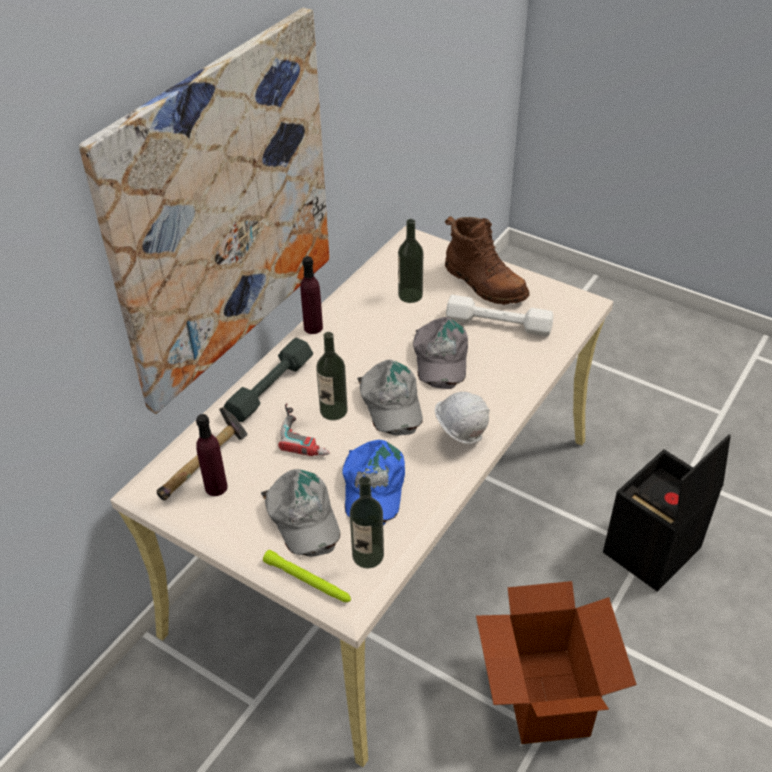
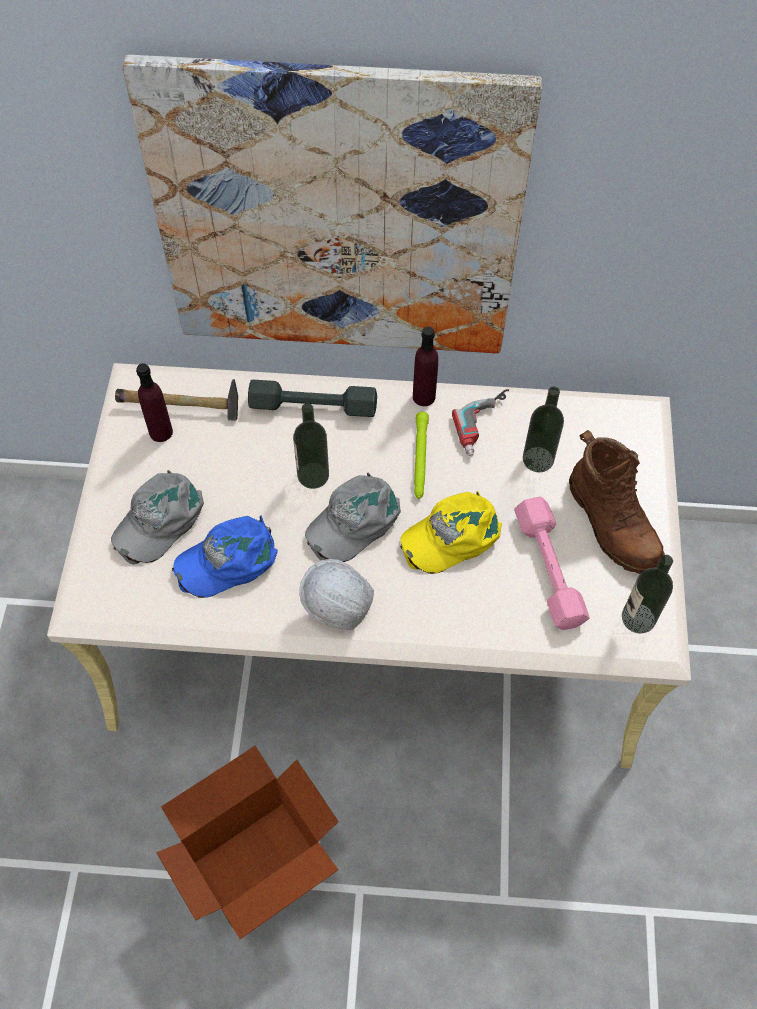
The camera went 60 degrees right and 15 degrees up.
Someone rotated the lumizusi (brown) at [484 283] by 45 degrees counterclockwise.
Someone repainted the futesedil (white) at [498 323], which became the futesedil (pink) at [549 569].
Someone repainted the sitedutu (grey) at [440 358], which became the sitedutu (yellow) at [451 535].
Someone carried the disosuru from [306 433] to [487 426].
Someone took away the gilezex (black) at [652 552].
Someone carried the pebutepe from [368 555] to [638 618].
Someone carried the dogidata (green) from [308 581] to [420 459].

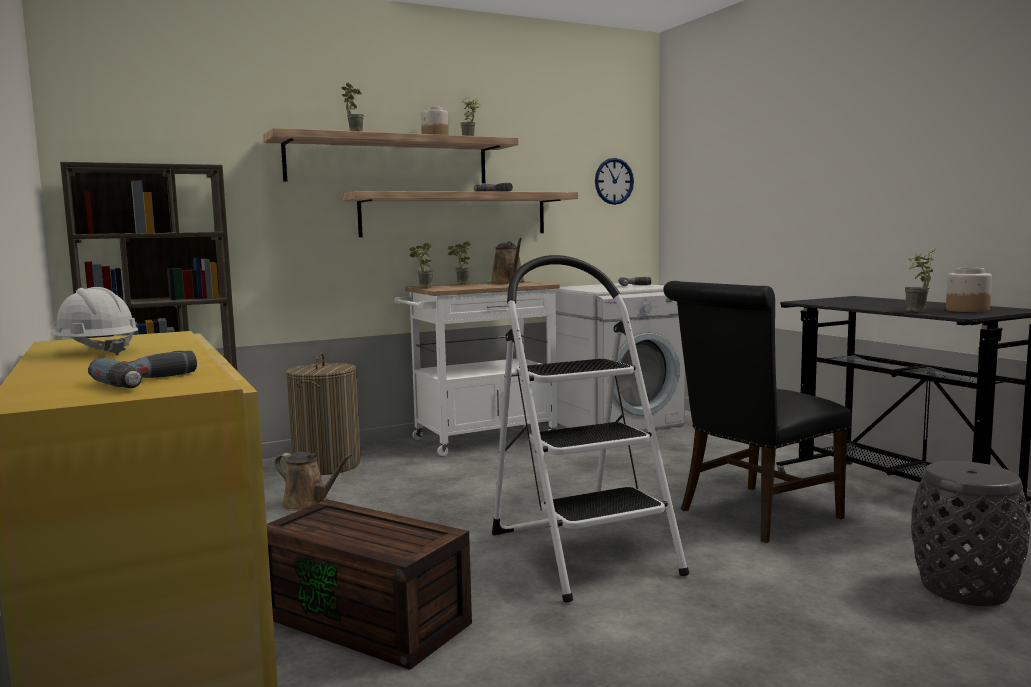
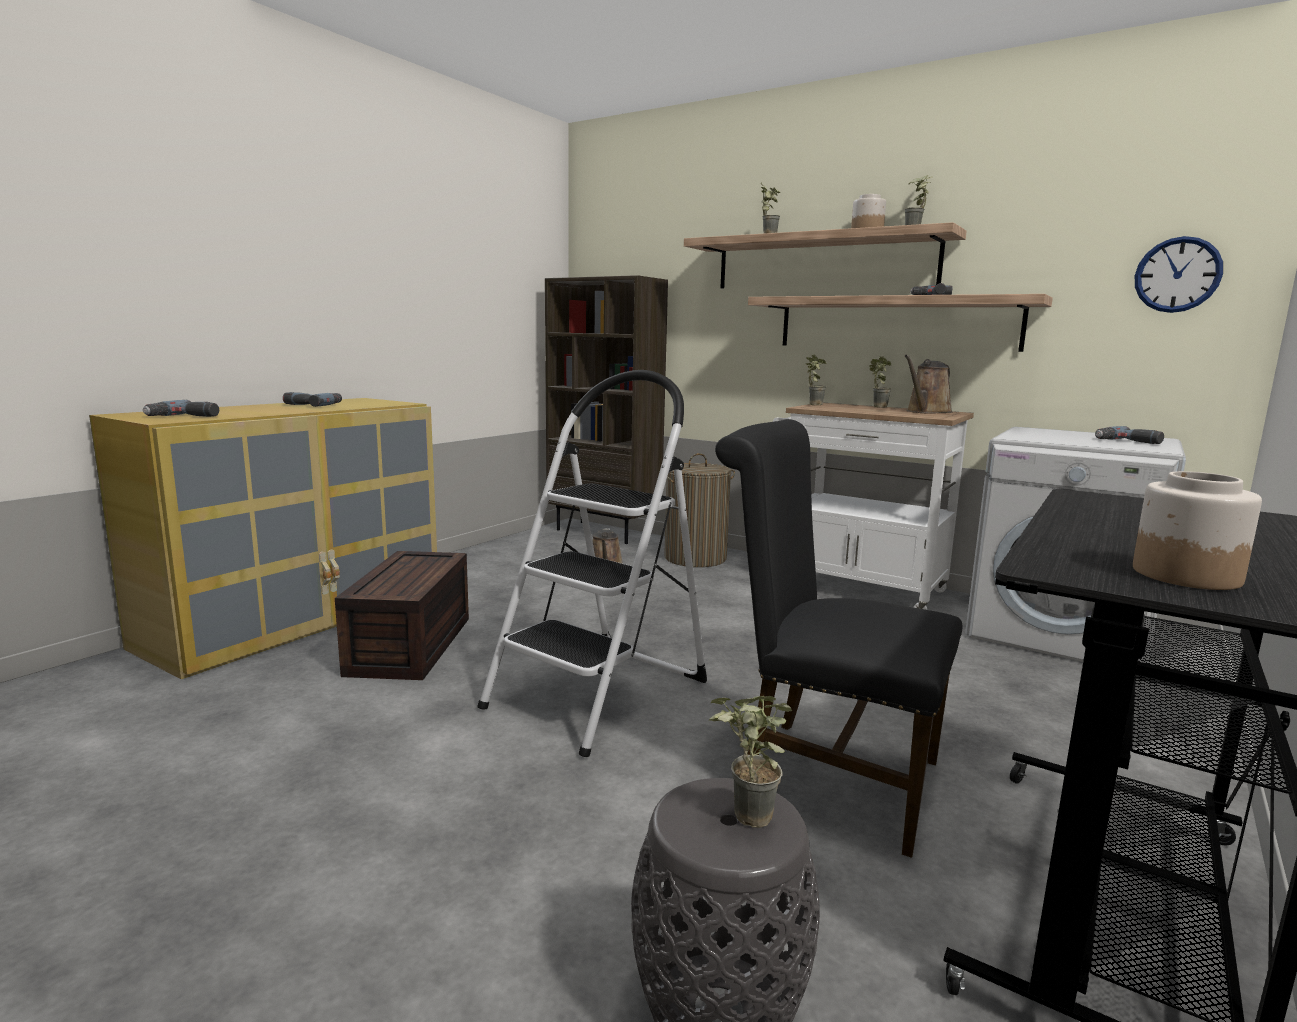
The camera went 60 degrees right and 5 degrees up.
Someone carried the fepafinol from [917 311] to [742 819].
Someone swapped the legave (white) at [96 352] for the disosuru at [312 404].

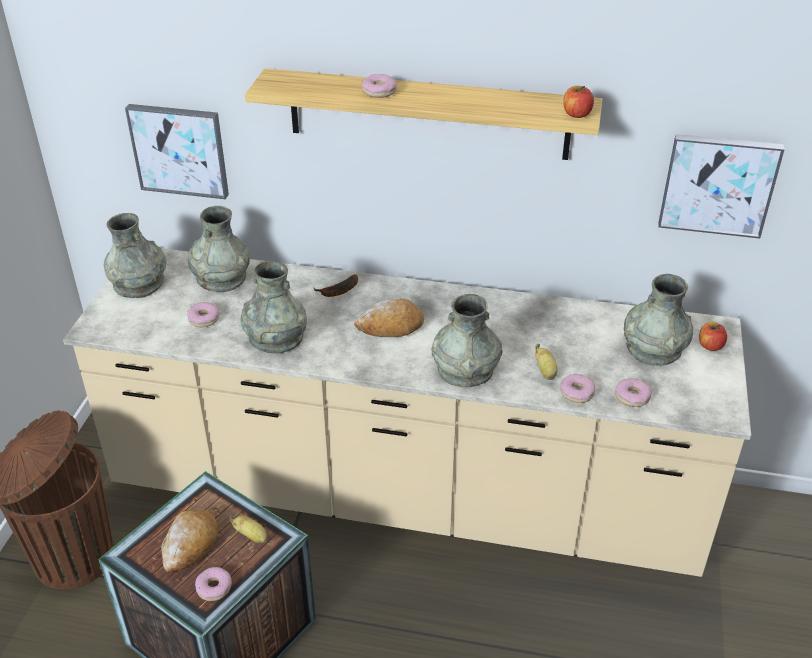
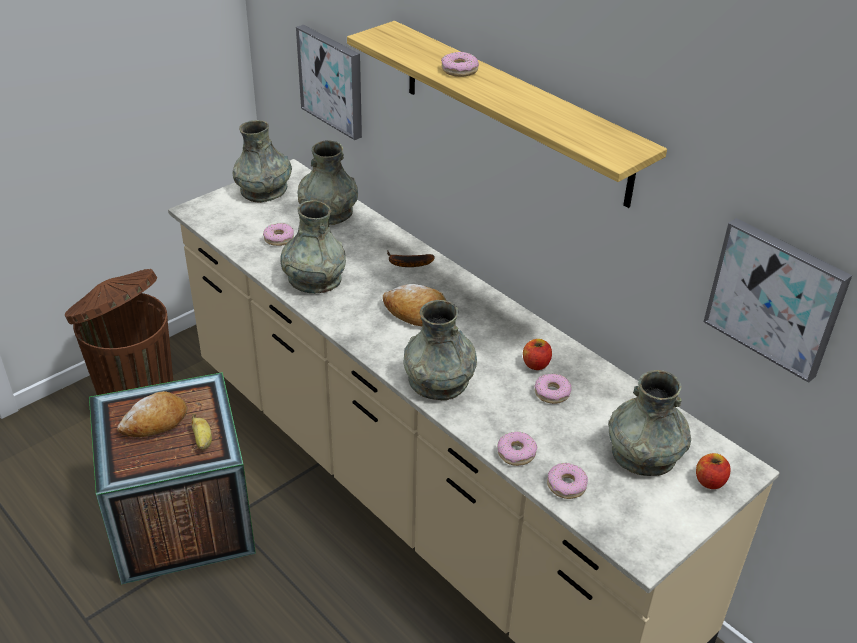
The camera went 35 degrees right and 0 degrees up.
Someone carried the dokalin from [576 114] to [536 364].
Someone took away the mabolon at [545 372].
Someone carried the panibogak from [213 587] to [552 393].

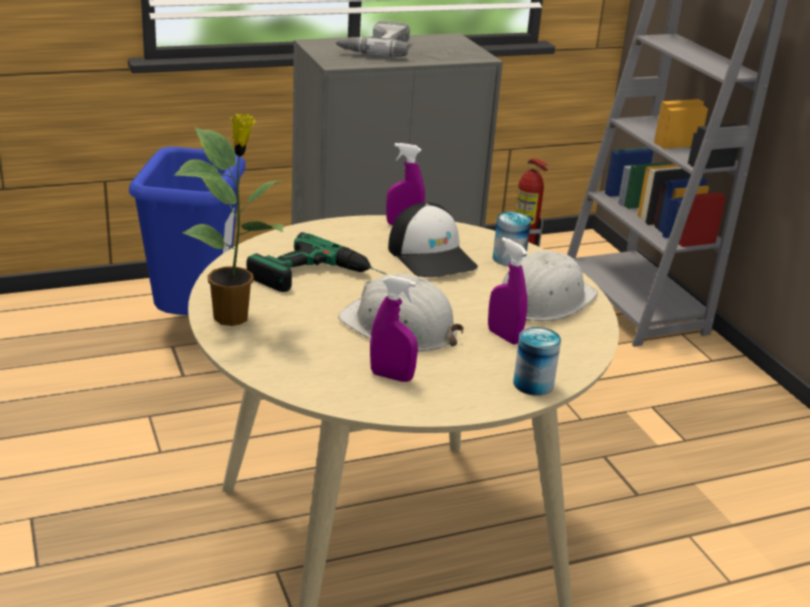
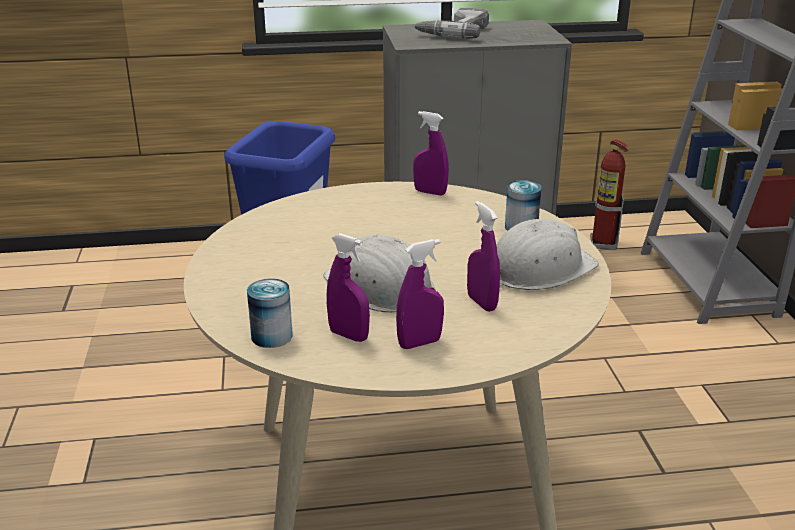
The camera went 15 degrees right and 0 degrees up.
Someone took away the fepafinol at [234 317].
Someone took away the sitedutu at [432 256].
Someone took away the disosuru at [319 278].
Someone carried the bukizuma from [533 384] to [271 336].
Someone put down the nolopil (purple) at [419 343].

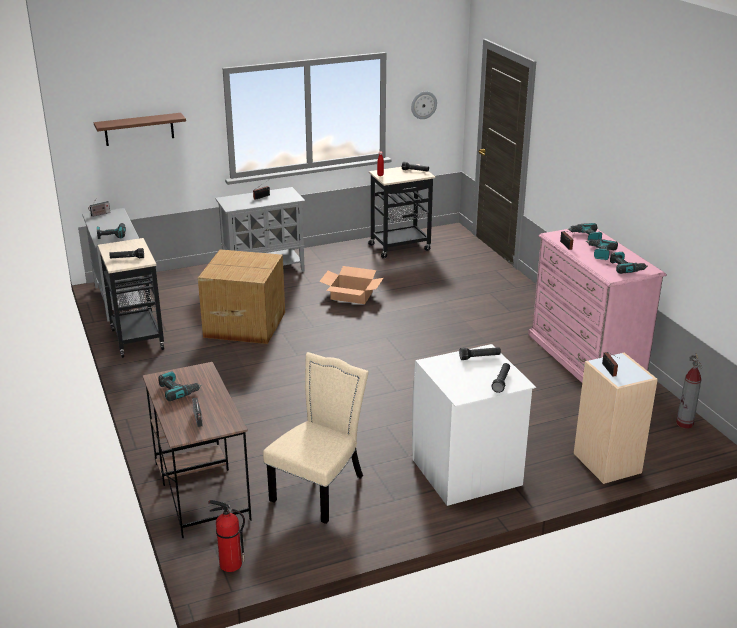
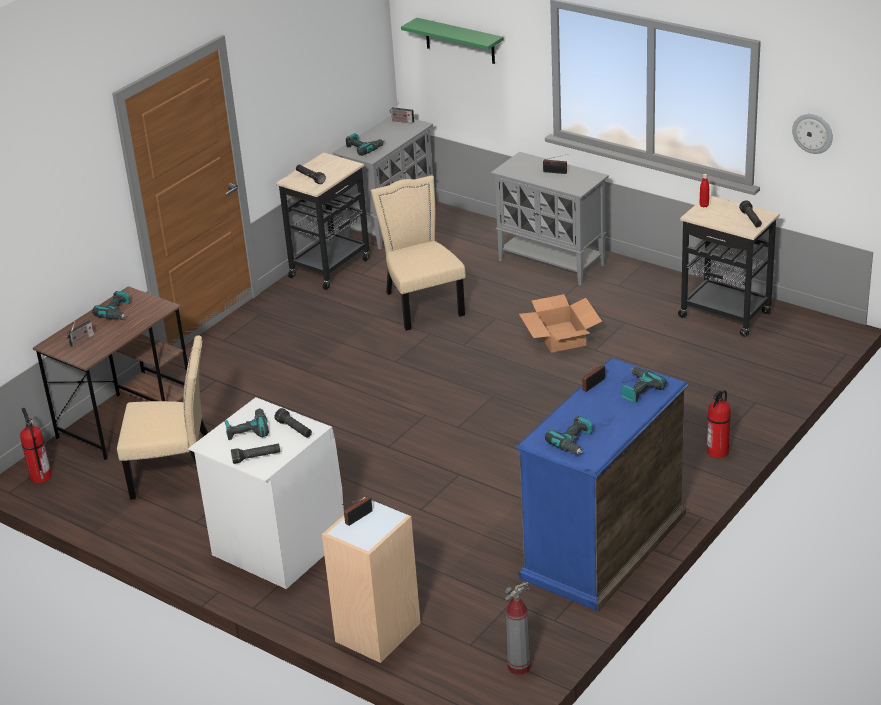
The camera went 60 degrees right and 5 degrees up.
Someone repainted the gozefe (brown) at [139 129], which became the gozefe (green) at [460 41].
Someone repainted the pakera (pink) at [587 357], which became the pakera (blue) at [603 546].
Someone carried the disosuru from [600 253] to [247 430].
Someone swapped the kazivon at [244 324] for the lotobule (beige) at [422 306].
Someone put down the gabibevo at [717 452].

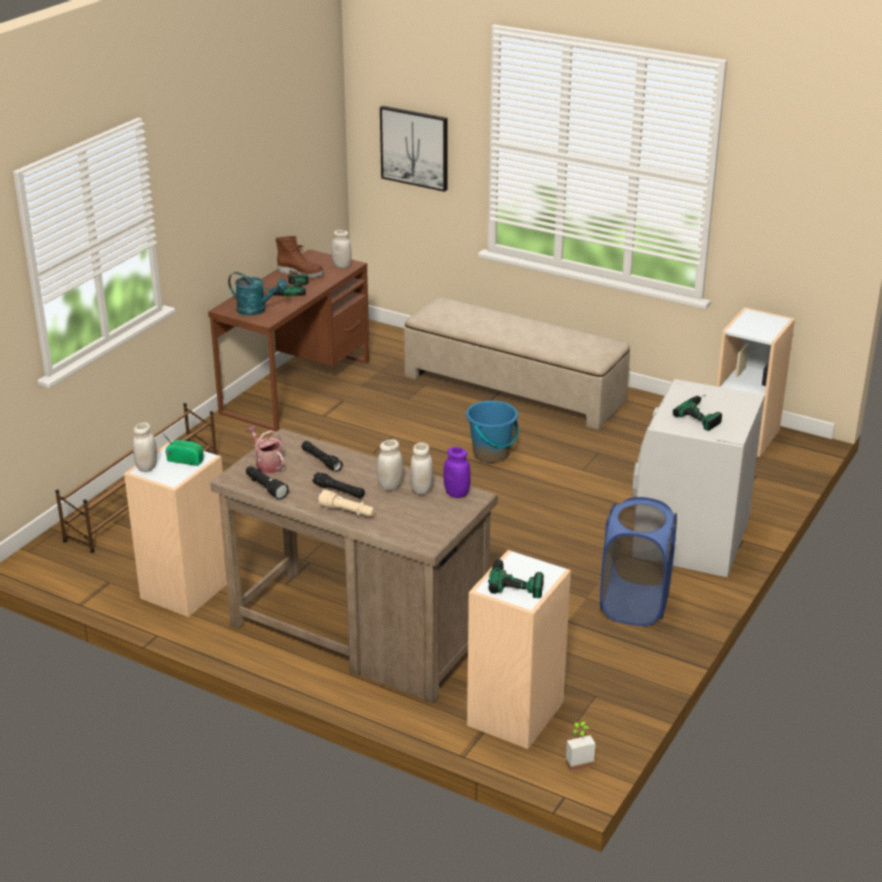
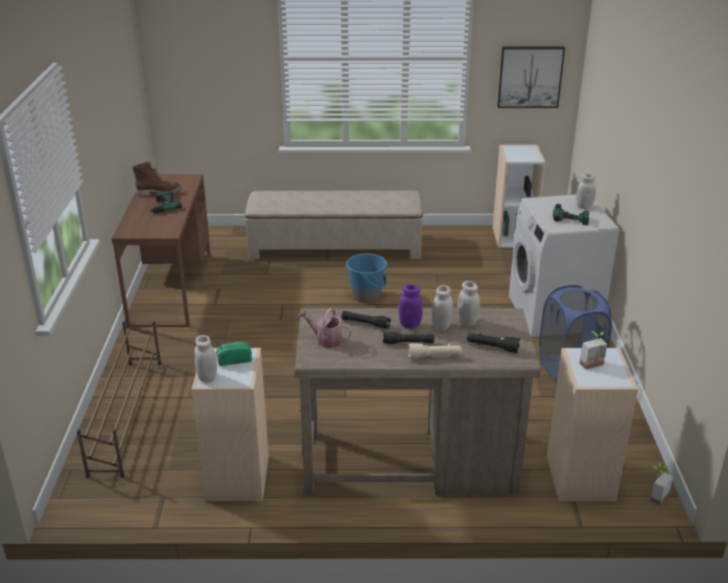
The camera went 30 degrees left and 0 degrees up.
Someone carried the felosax from [415 147] to [530 77].
Someone carried the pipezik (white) from [342 265] to [584 206].
Someone took away the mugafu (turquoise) at [256 310].
Someone carried the pipezik (purple) from [457 493] to [410 324].
Someone carried the dogidata (black) from [265 487] to [492 347].
Someone swapped the disosuru at [516 578] for the fepafinol at [594 366].

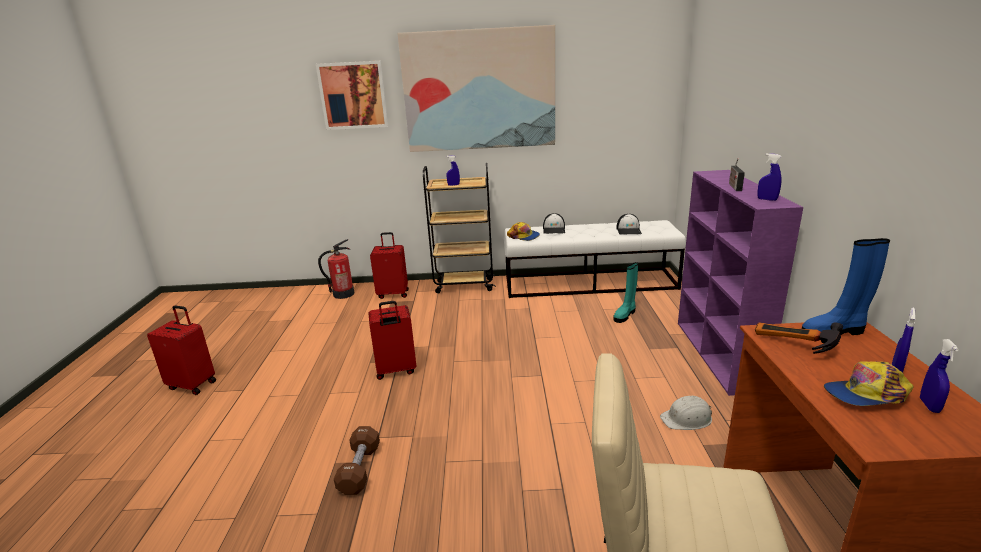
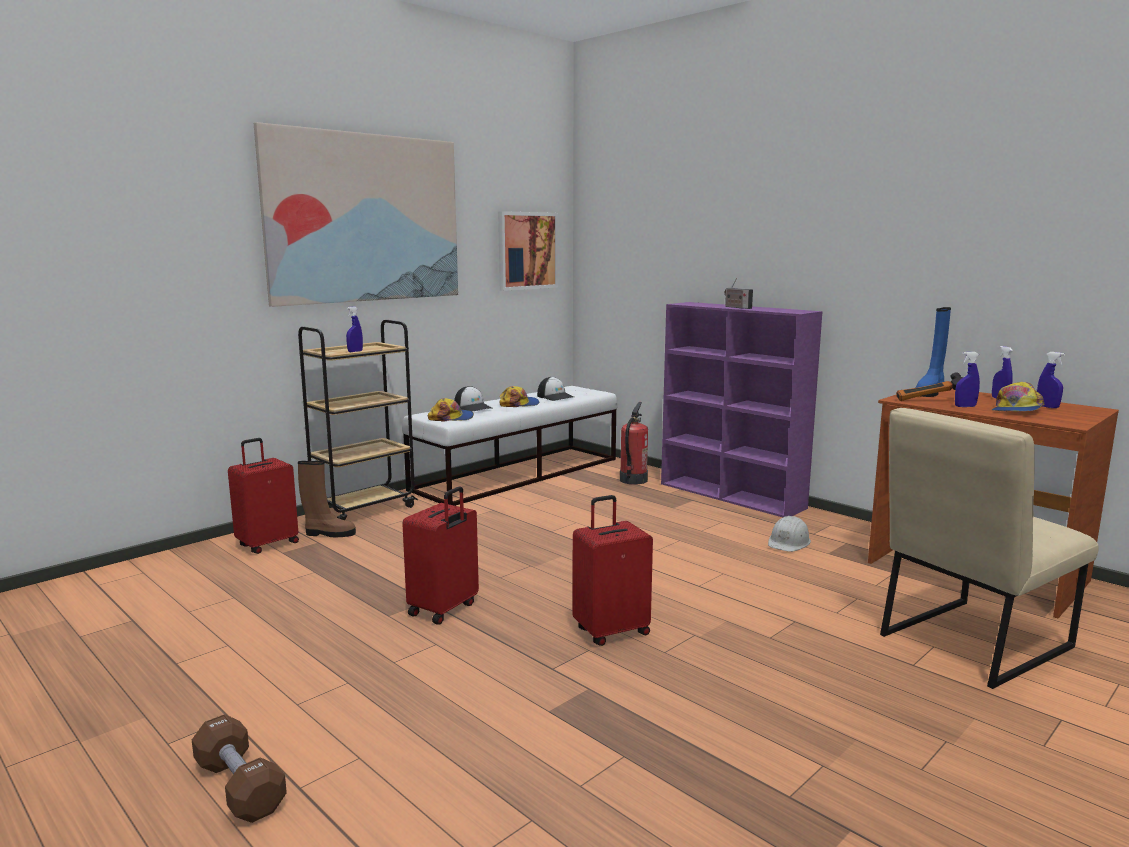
The camera went 45 degrees left and 10 degrees down.
Someone carried the felosax from [353 95] to [527 251].
Someone carried the nolopil (blue) from [767 199] to [965 406].
Someone carried the gabibevo from [343 294] to [633 480].
Someone took away the lumizusi (turquoise) at [625 315].
Someone carried the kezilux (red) from [193 384] to [611 631].
Someone carried the futesedil (brown) from [360 469] to [239 787].
Someone put down the sitedutu at [519 404].
Someone put down the lumizusi (brown) at [329 533].

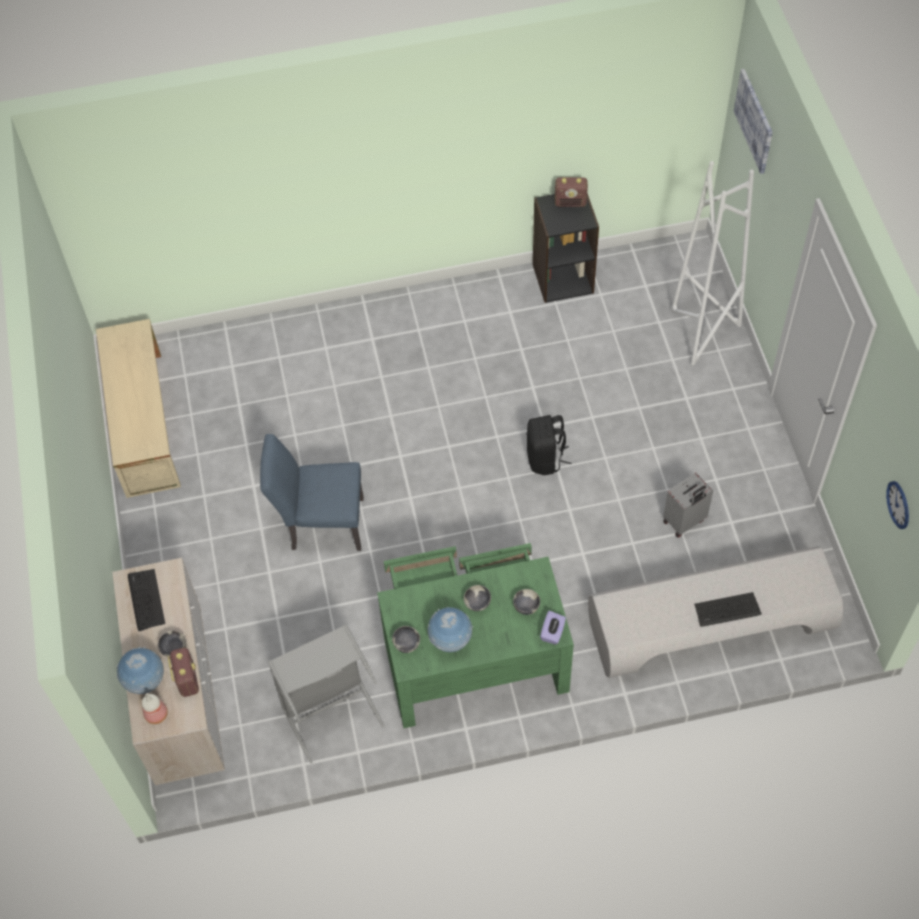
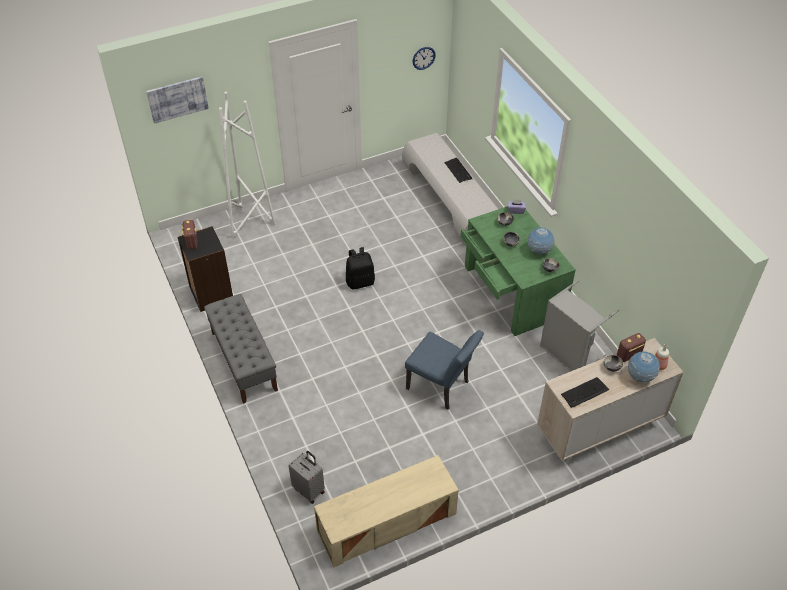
The camera went 105 degrees left and 10 degrees down.
Someone rotated the lotobule (blue) at [320 524] by 45 degrees counterclockwise.
Someone carried the kezilux (grey) from [684 521] to [309 490].
Someone put down the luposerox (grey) at [243 361].

